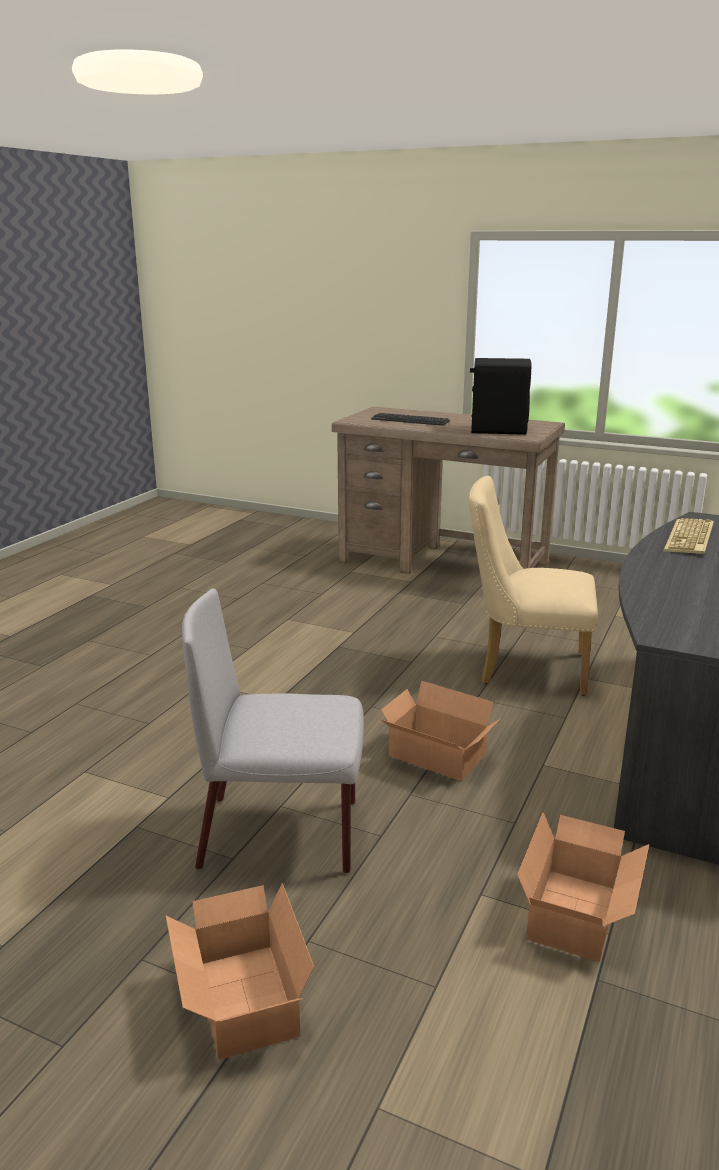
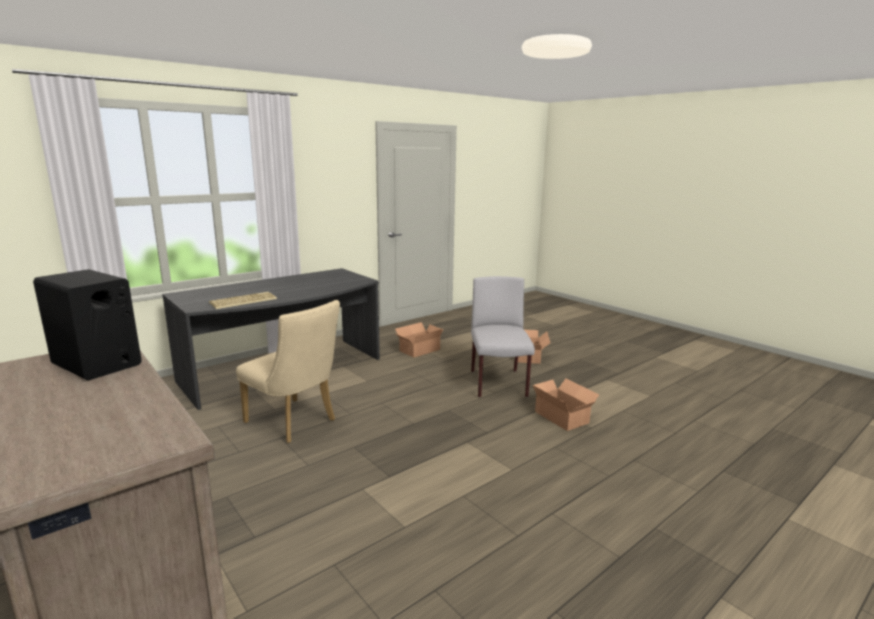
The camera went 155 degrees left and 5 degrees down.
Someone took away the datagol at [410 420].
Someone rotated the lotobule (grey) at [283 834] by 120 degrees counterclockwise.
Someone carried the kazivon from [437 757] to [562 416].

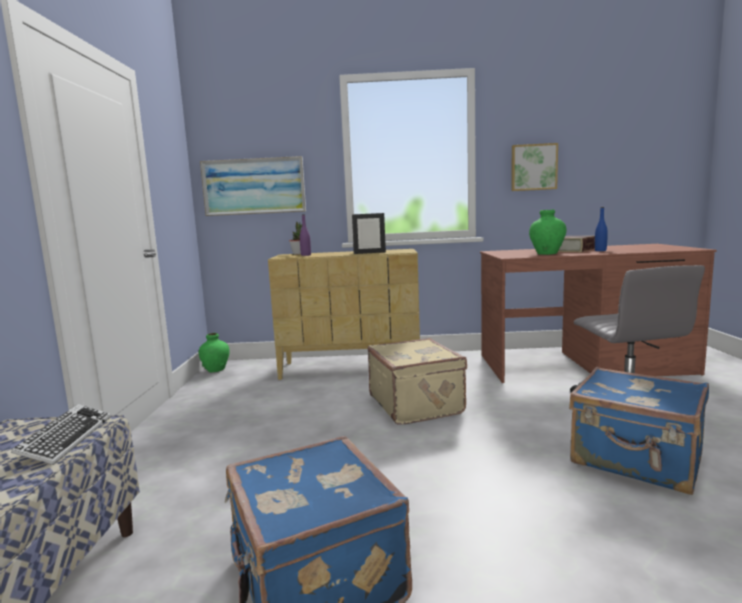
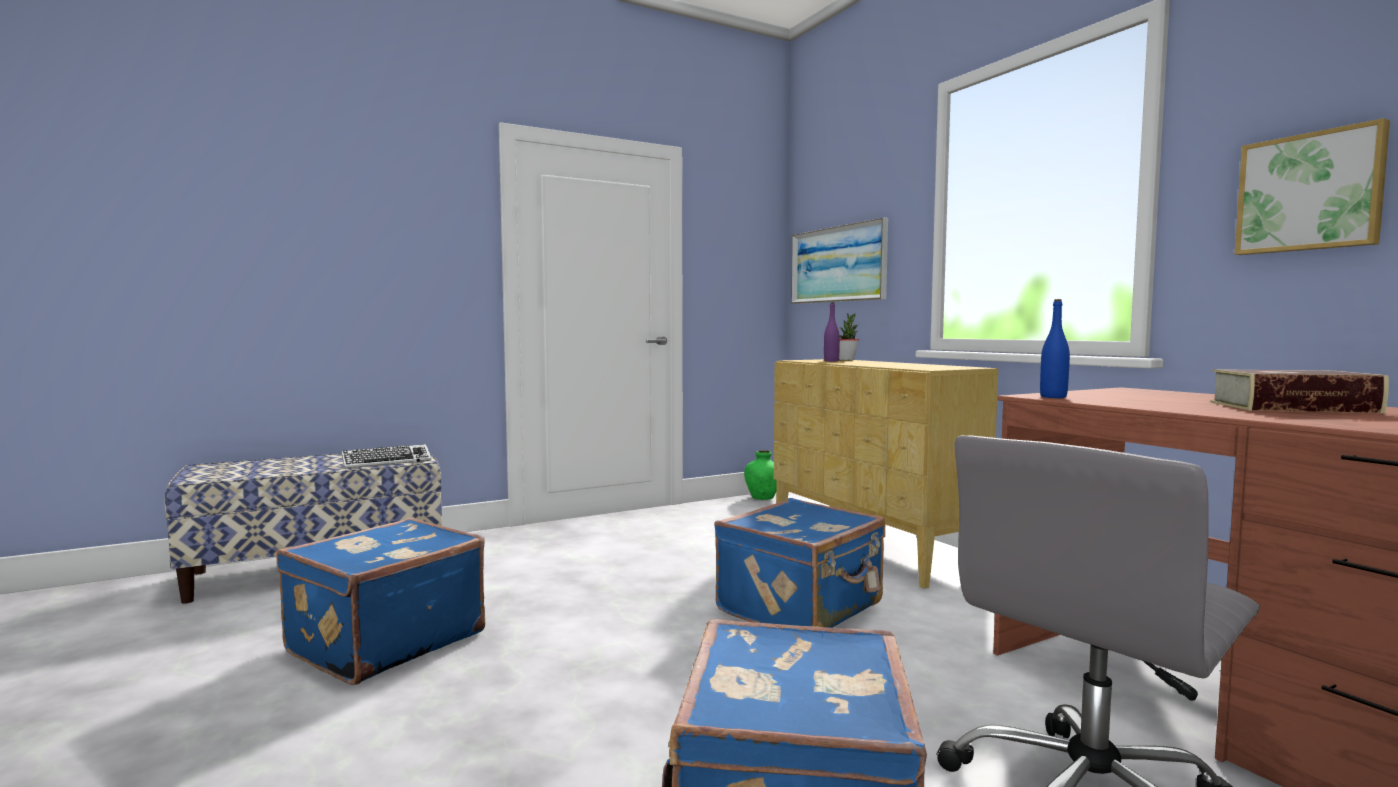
The camera went 60 degrees right and 5 degrees down.
Someone carried the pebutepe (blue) from [600 250] to [1053 397].
Someone took away the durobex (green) at [547 253].
Someone took away the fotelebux at [369 253].
Someone repainted the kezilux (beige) at [417 404], which became the kezilux (blue) at [802 608].

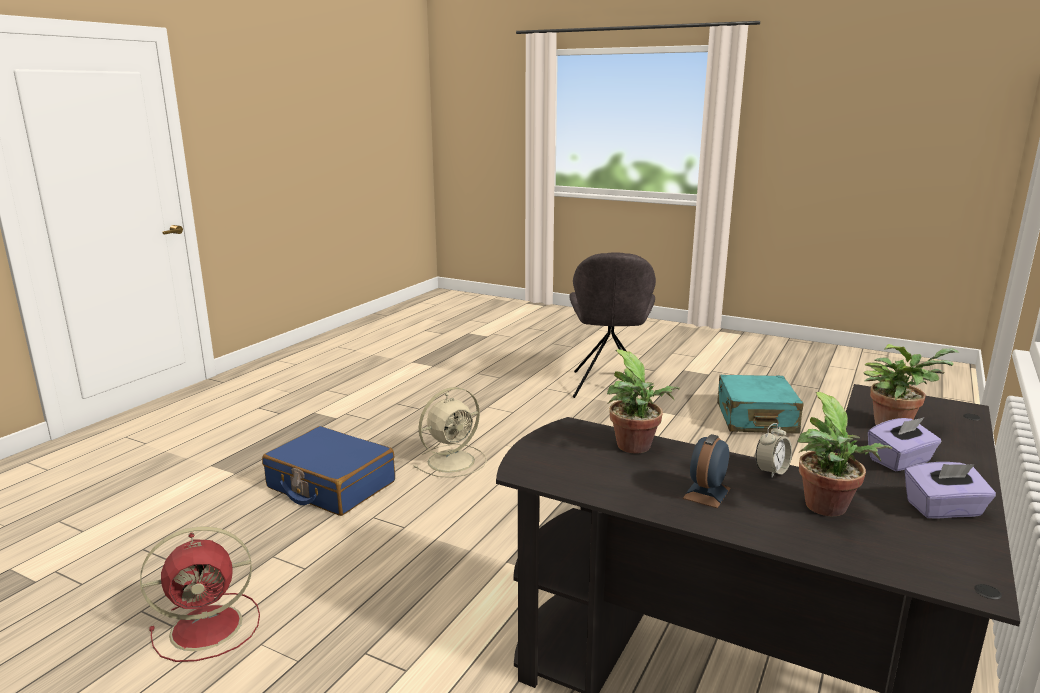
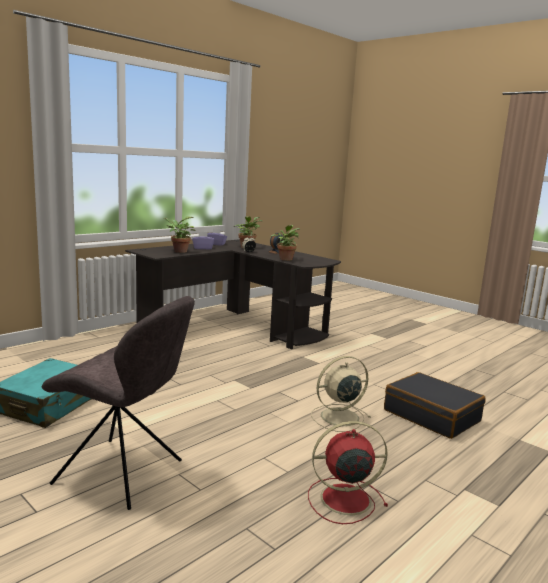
The camera went 165 degrees left and 5 degrees down.
Someone rotated the lotobule (grey) at [608 387] by 90 degrees clockwise.
Someone repainted the kezilux (blue) at [330 485], which became the kezilux (black) at [432 416].
Someone carried the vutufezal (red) from [210 626] to [343 499].

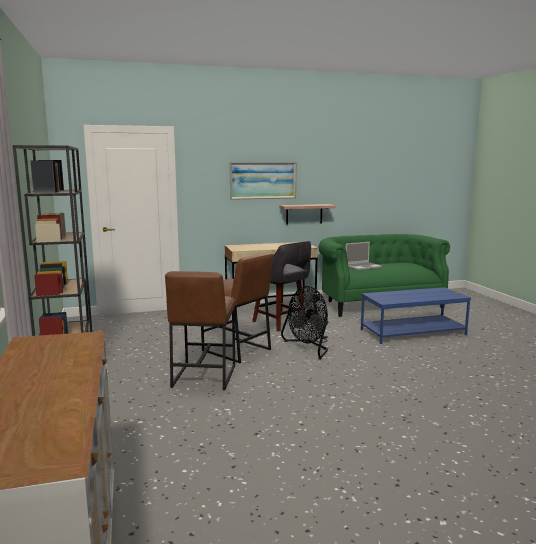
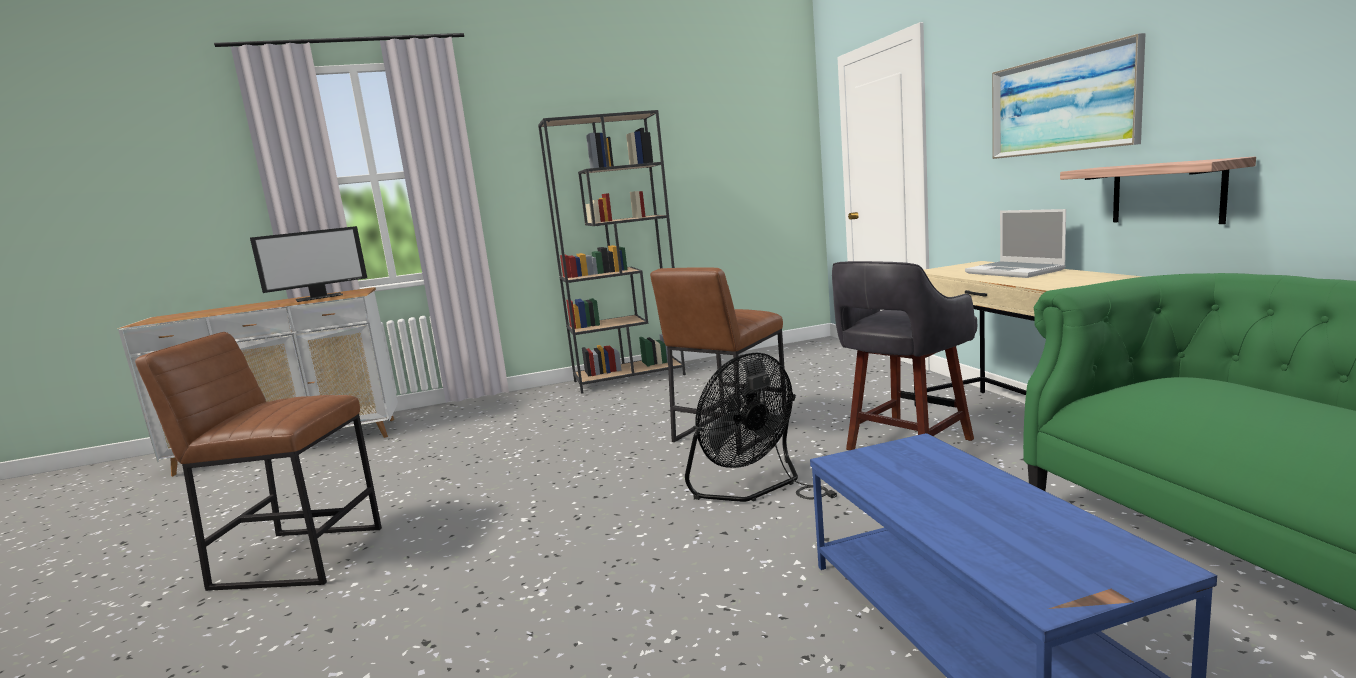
The camera went 90 degrees right and 0 degrees up.
Someone carried the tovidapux from [362 267] to [1016 271].
Someone carried the lotobule (brown) from [204 376] to [297 557].
Someone put down the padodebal at [320 297].

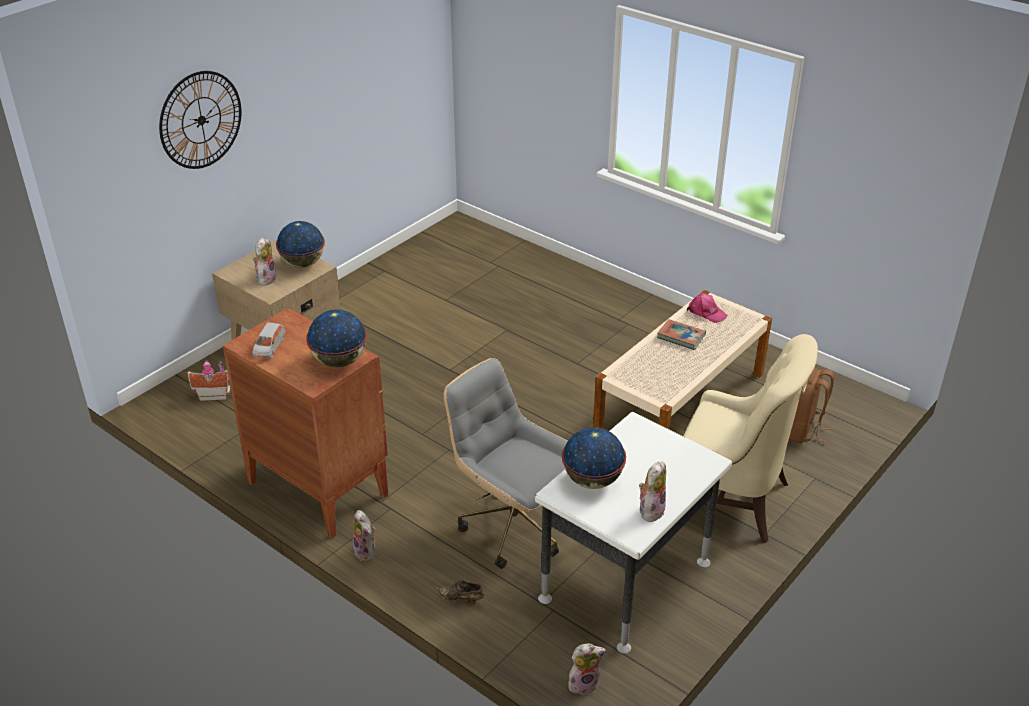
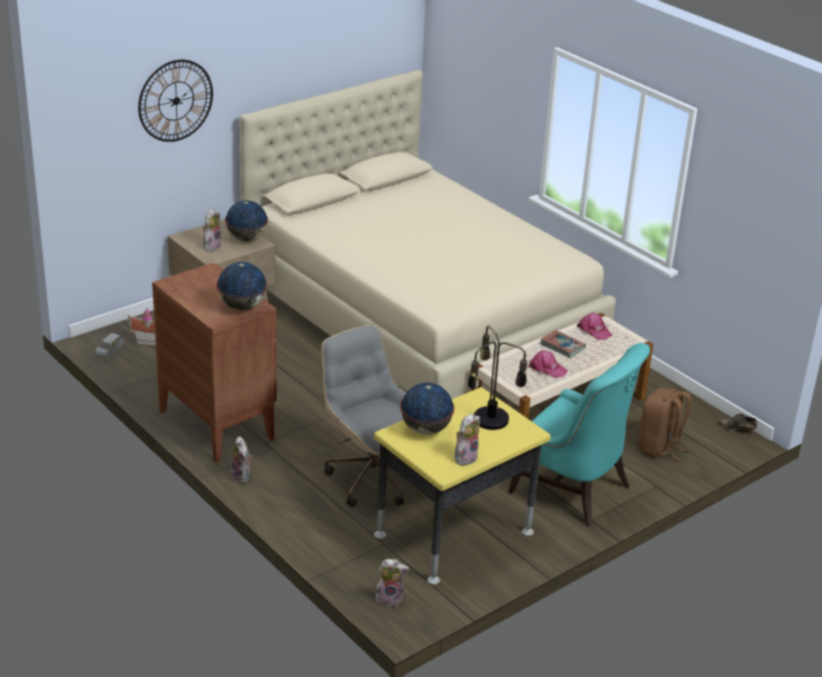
The camera went 10 degrees right and 5 degrees down.
Someone carried the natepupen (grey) from [269 348] to [109 351].
Someone repainted the lotobule (beige) at [730 498], which became the lotobule (turquoise) at [572 489].
Someone repainted the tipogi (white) at [626 581], which became the tipogi (yellow) at [454 533].
Someone carried the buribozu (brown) from [461 599] to [737 430].
Someone put down the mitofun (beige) at [419 316].
Someone put down the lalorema at [490 419].
Someone put down the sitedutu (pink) at [547 369].

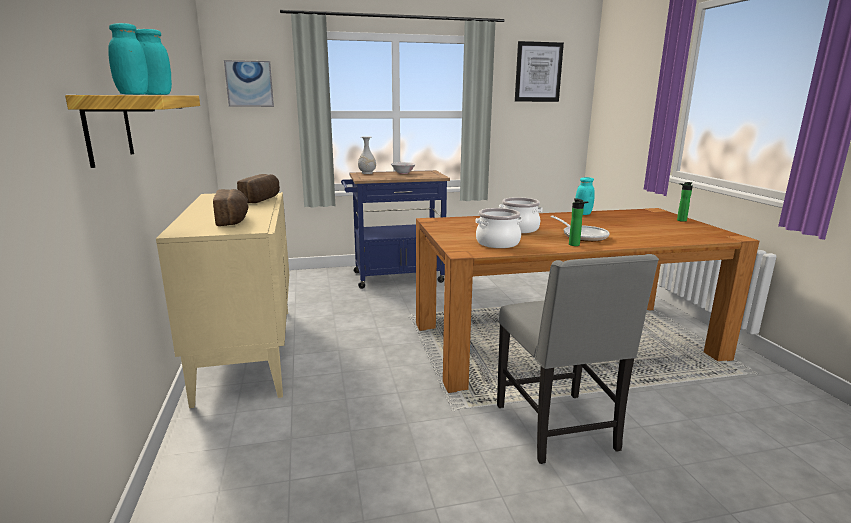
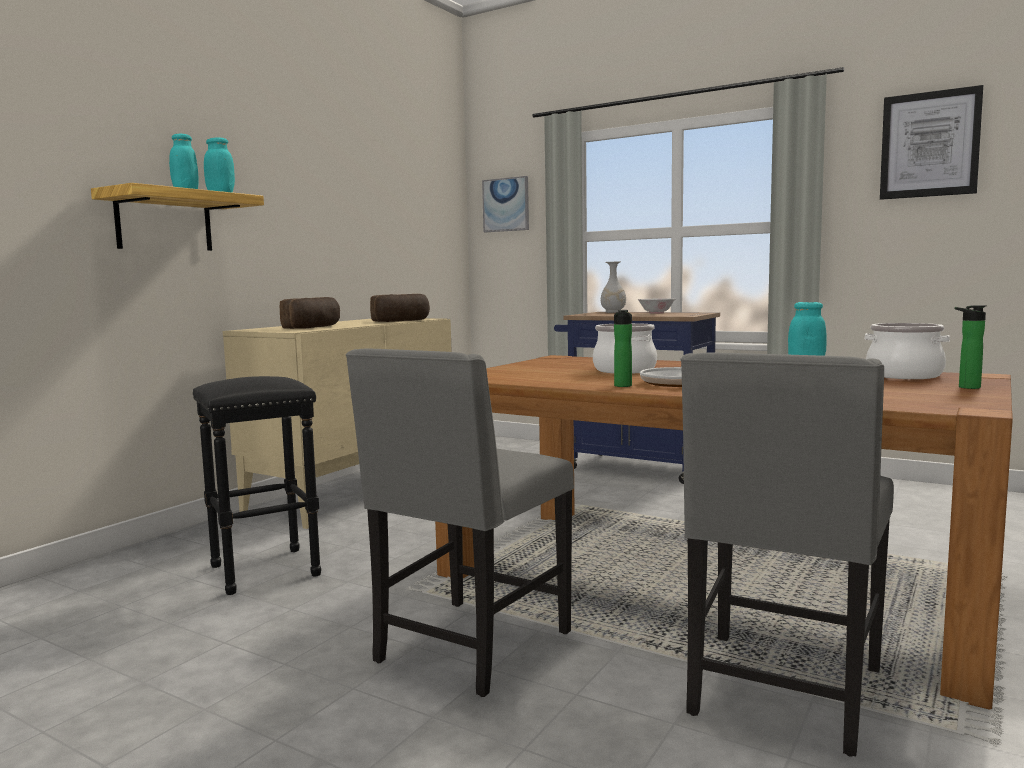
The camera went 45 degrees right and 10 degrees down.
Someone carried the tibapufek from [498 243] to [904 375].
Someone put down the lotobule (grey) at [782 693].
Someone put down the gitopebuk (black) at [268 570].

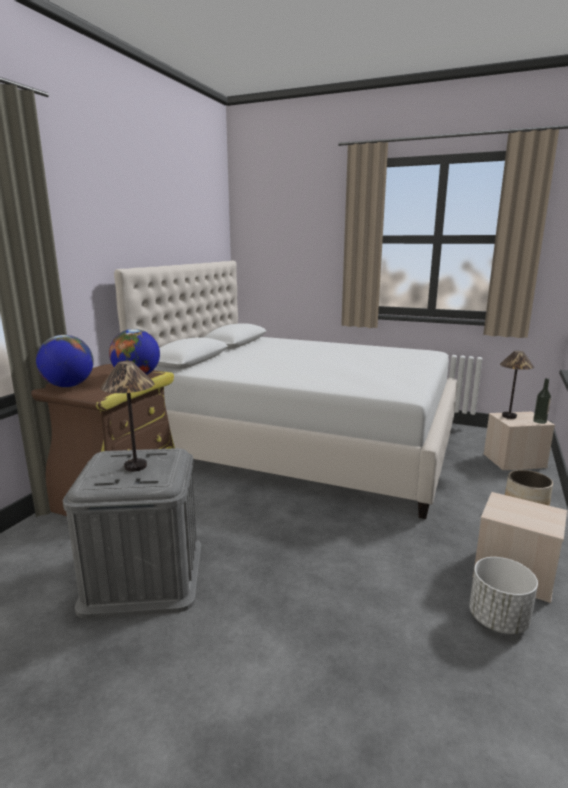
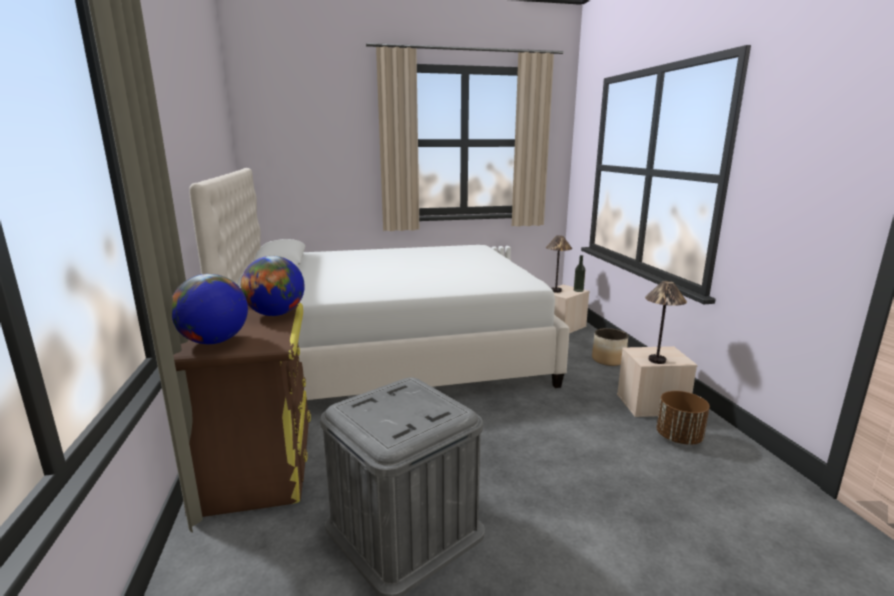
The camera went 35 degrees left and 0 degrees up.
Someone carried the lalorema from [135 467] to [657 360].
Someone repainted the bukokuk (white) at [498 620], which became the bukokuk (brown) at [679 438].

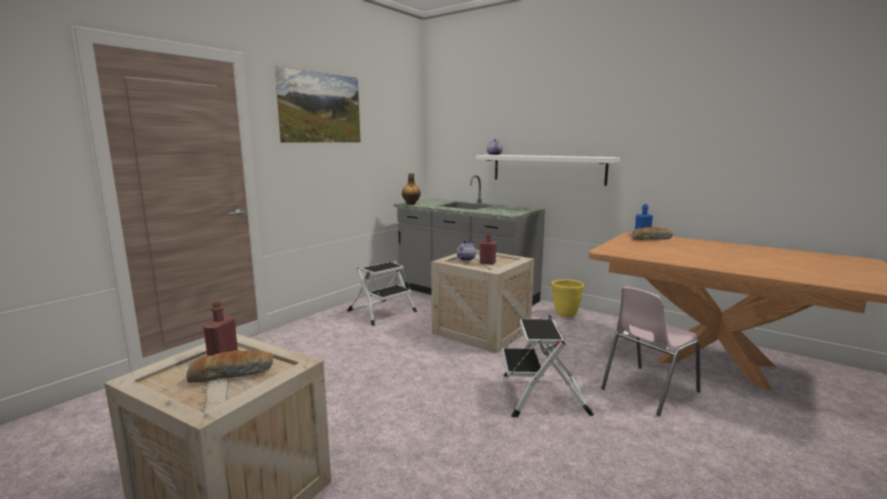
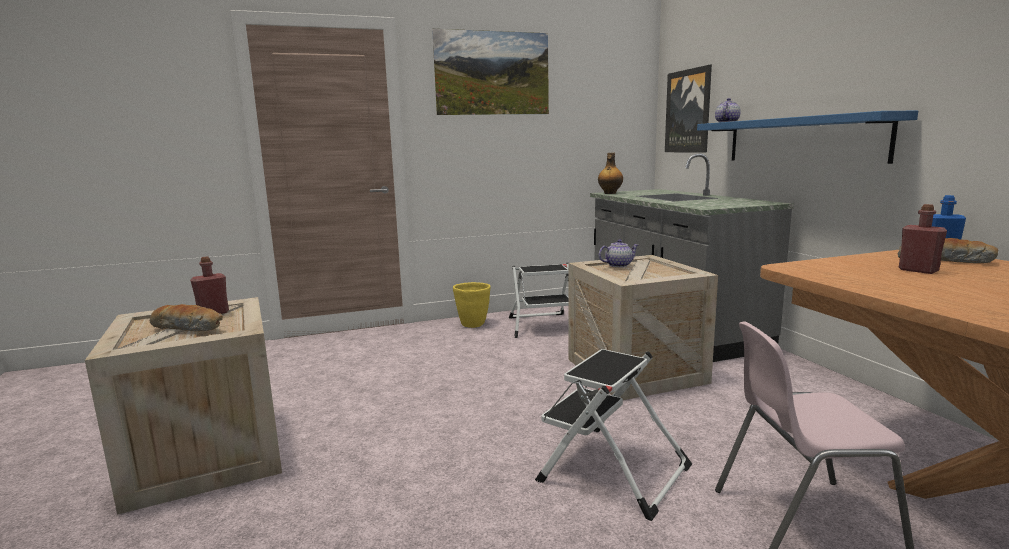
The camera went 35 degrees right and 0 degrees up.
Someone repainted the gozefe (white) at [547 169], which became the gozefe (blue) at [801 140].
Someone carried the pebutepe (red) from [487 263] to [918 270].
Someone carried the bukokuk (yellow) from [565 314] to [473 324].
Someone put up the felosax at [688 111].

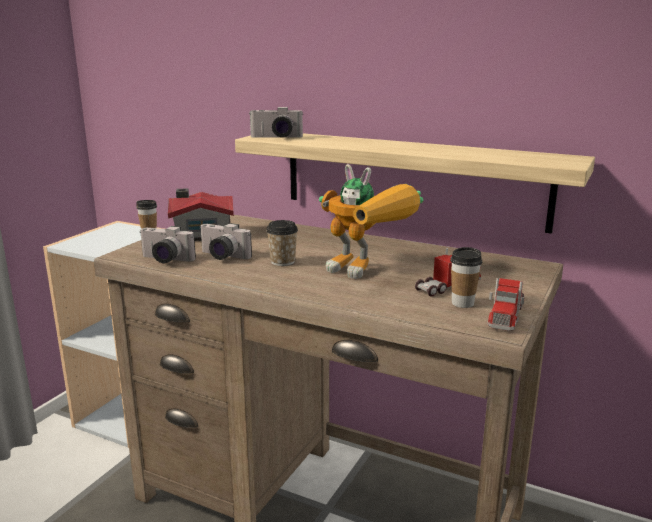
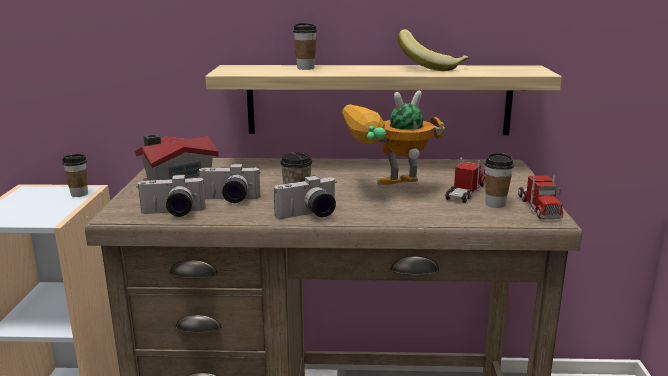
The camera went 25 degrees left and 0 degrees up.
Someone carried the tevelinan from [276 138] to [309 215].
Someone rotated the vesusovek at [368 272] by 150 degrees clockwise.
Someone put down the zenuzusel at [305 68].
Someone put down the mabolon at [431 68].

